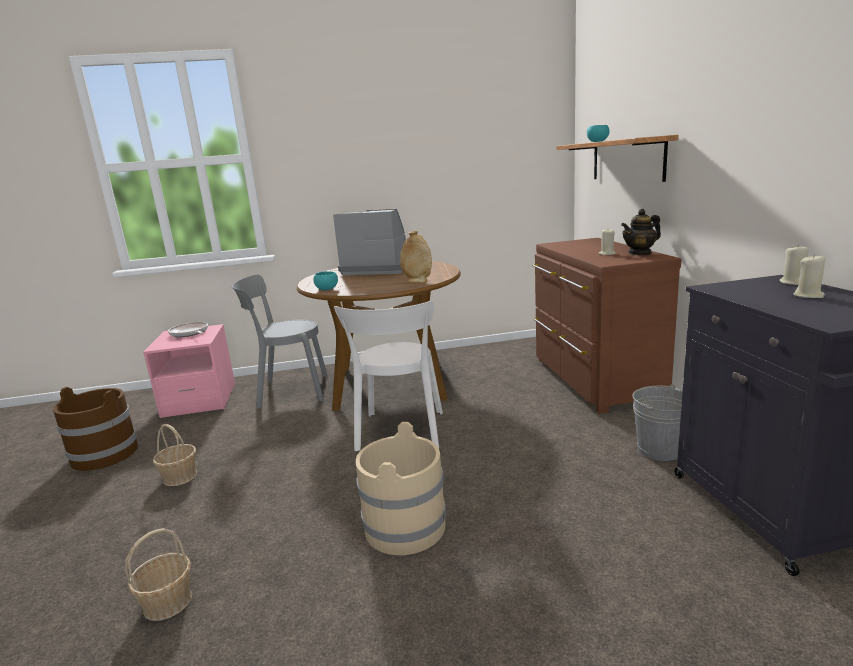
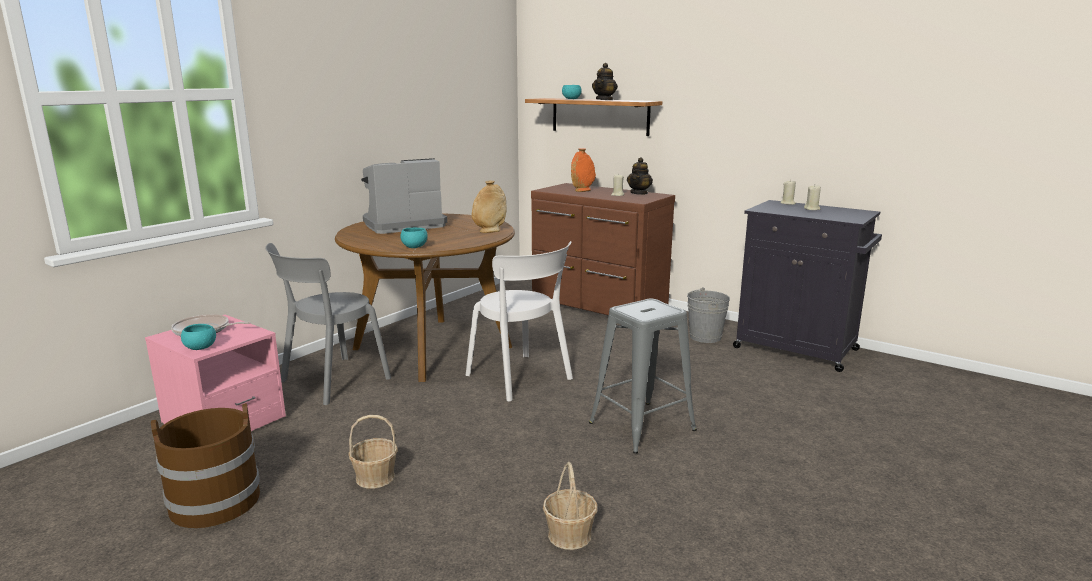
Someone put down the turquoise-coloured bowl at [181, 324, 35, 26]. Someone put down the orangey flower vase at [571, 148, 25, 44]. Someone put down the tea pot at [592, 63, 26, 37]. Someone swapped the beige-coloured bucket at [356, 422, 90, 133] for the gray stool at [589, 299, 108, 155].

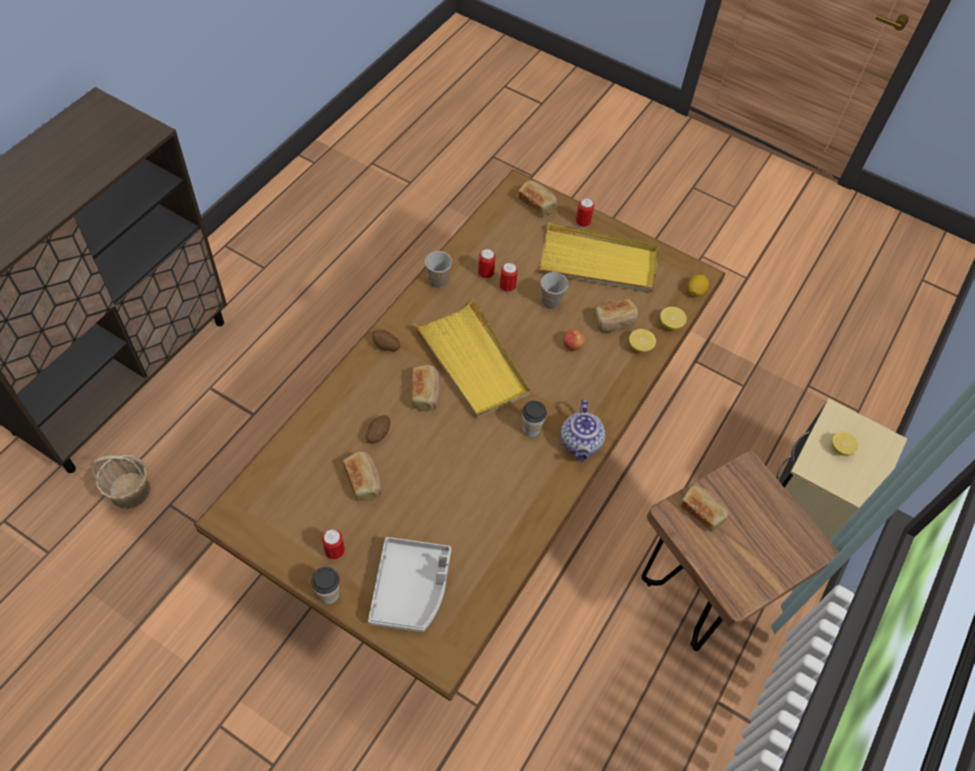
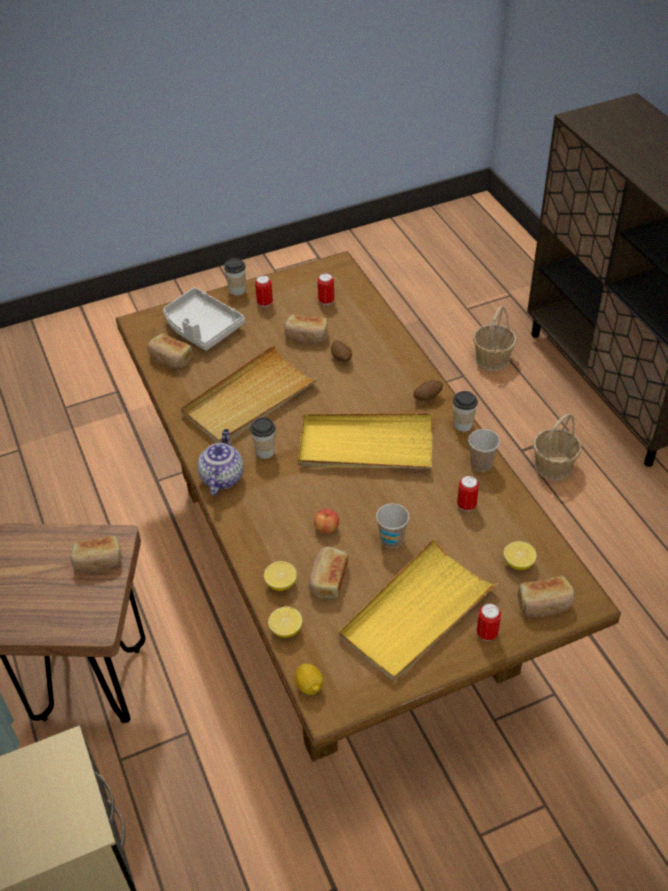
Someone put down the beige-coloured tray at [181, 345, 138, 98]. Someone put down the drinking cup at [453, 391, 25, 41]. Someone put down the basket at [533, 413, 48, 67]. Someone carried the bakery bread from [412, 365, 28, 47] to [147, 334, 46, 34]. Someone carried the can from [500, 263, 18, 30] to [317, 273, 17, 32]. Someone carried the lemon from [832, 432, 27, 24] to [504, 541, 33, 29]. Someone rotated the tea pot at [561, 399, 44, 63] by 60 degrees clockwise.

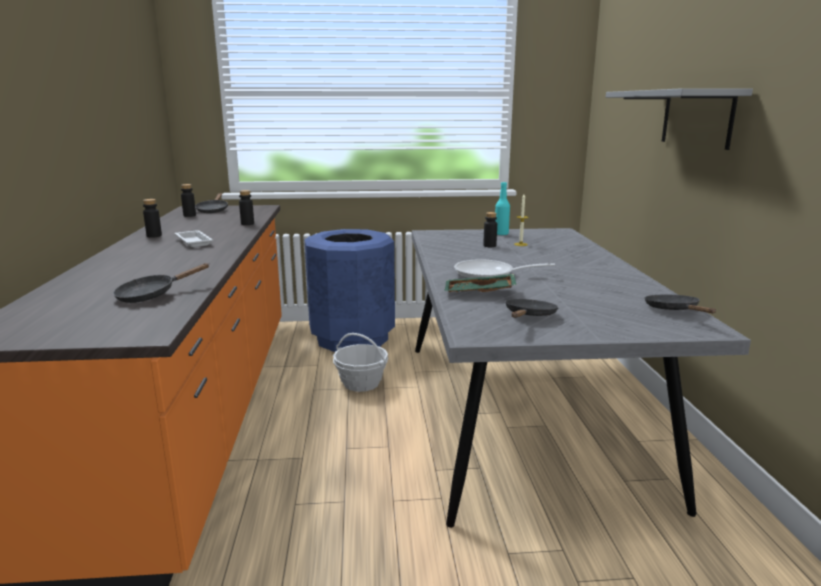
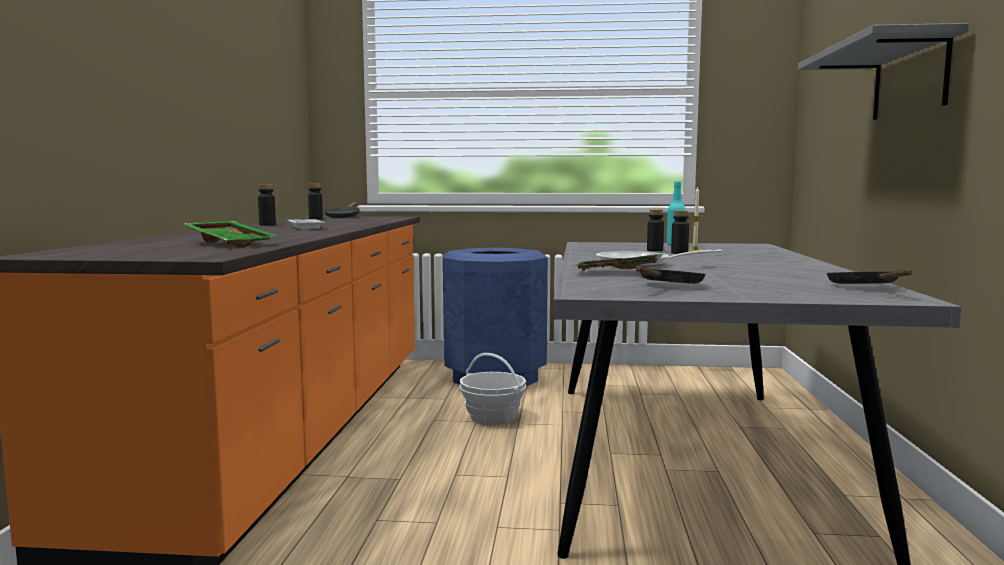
Someone carried the black drink bottle from [239, 190, 15, 35] to [671, 210, 18, 44]. Someone swapped the black frying pan at [113, 263, 96, 40] for the green-coloured tray at [184, 221, 95, 26].

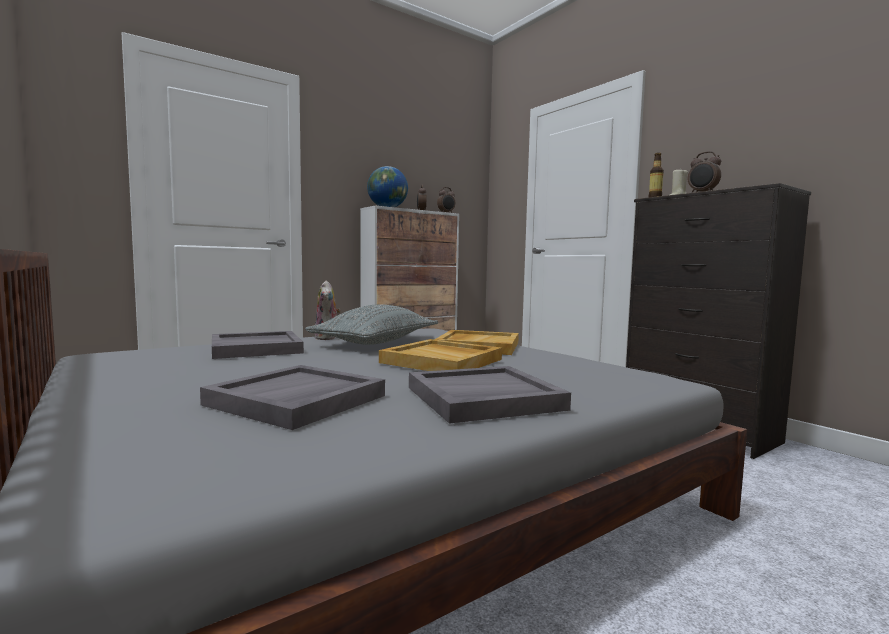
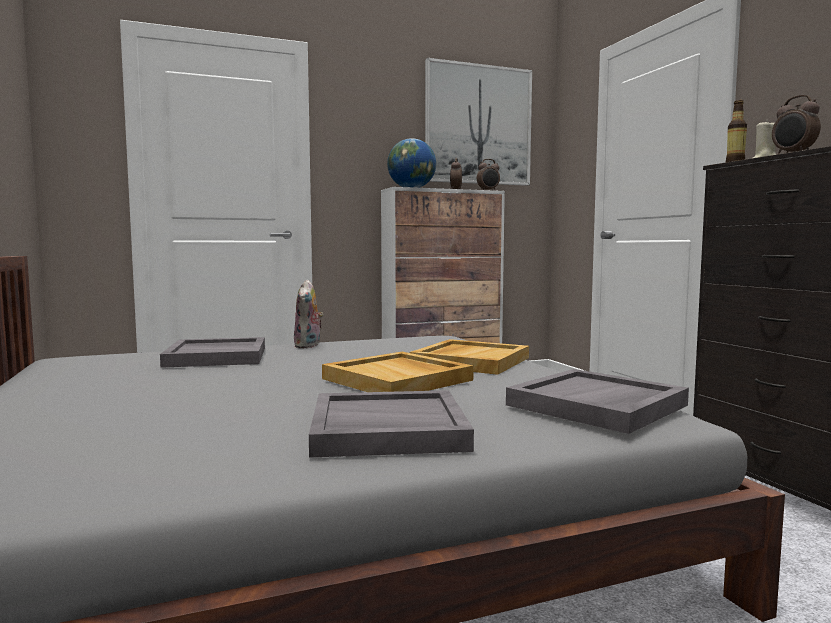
Someone took away the gray cushion at [305, 304, 133, 41]. Someone put up the wall picture at [425, 58, 107, 128]. Someone carried the gray tray from [200, 365, 185, 65] to [506, 369, 183, 65].

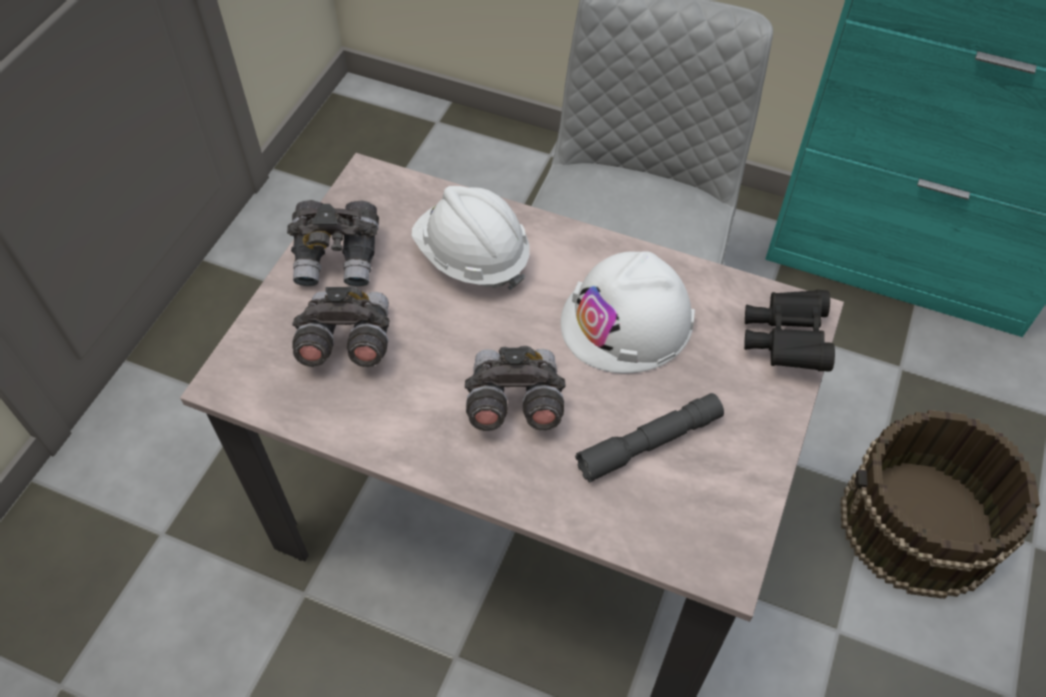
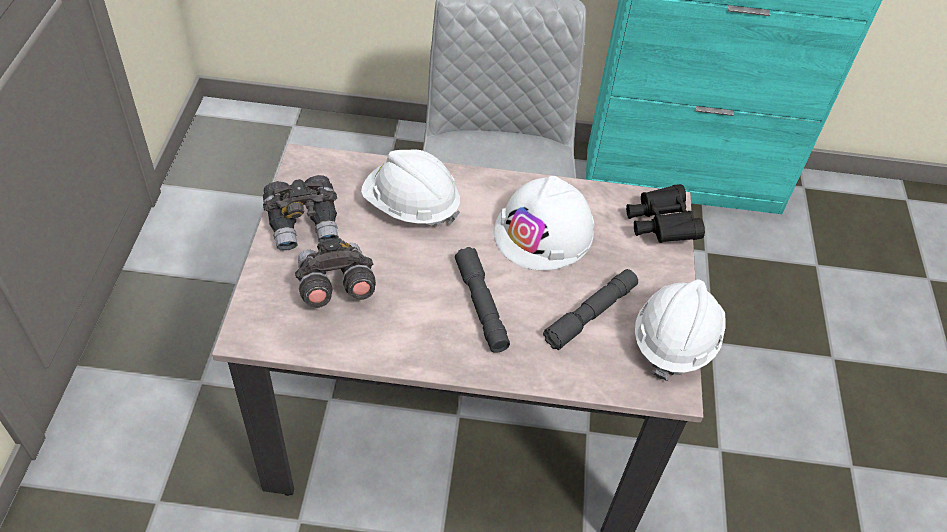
Someone took away the brownish bucket at [840, 410, 200, 189]. Someone put down the whitish safety helmet at [635, 279, 90, 102]. Someone swapped the gray pair of binoculars at [465, 346, 101, 85] for the gray flashlight at [455, 247, 55, 106].

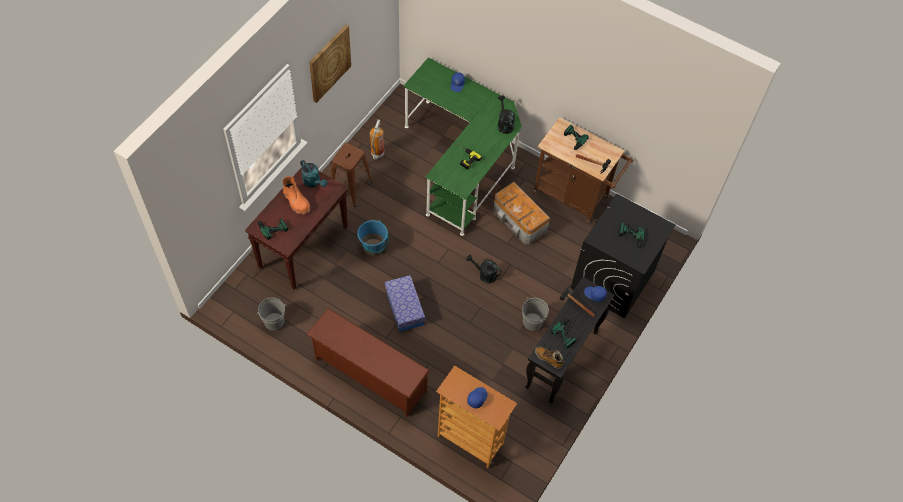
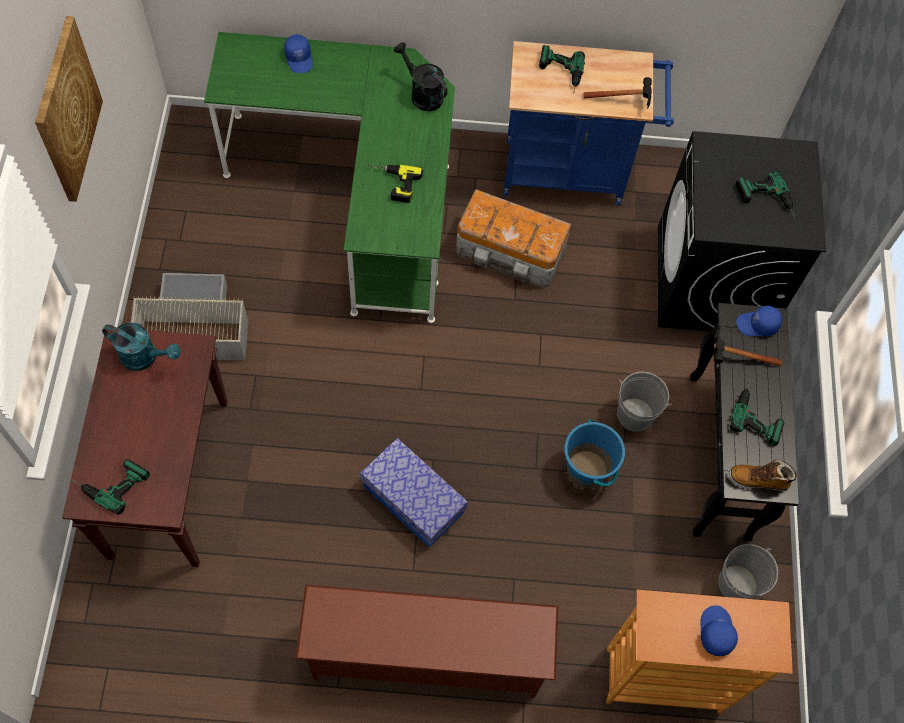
Someone took away the orangey tall boot at [282, 176, 28, 39]. Someone took away the fire-fighting cylinder at [370, 119, 14, 41]. Someone took away the black watering can at [466, 255, 36, 28]. Someone carried the gray bucket from [257, 298, 28, 33] to [718, 544, 60, 55]. Someone carried the blue bucket from [357, 220, 32, 36] to [564, 419, 61, 70]. Someone swapped the brownish stool at [331, 143, 43, 64] for the gray storage container at [131, 273, 117, 87]. Someone repainted the brownish wheeled cart at [533, 117, 100, 107], which became the blue wheeled cart at [504, 41, 170, 165].

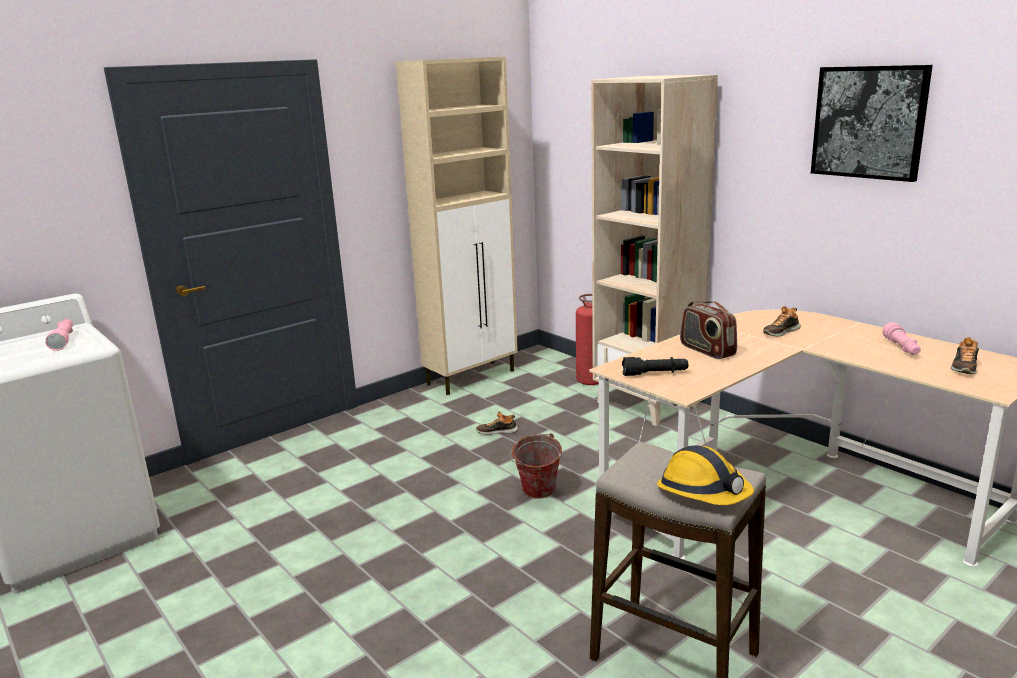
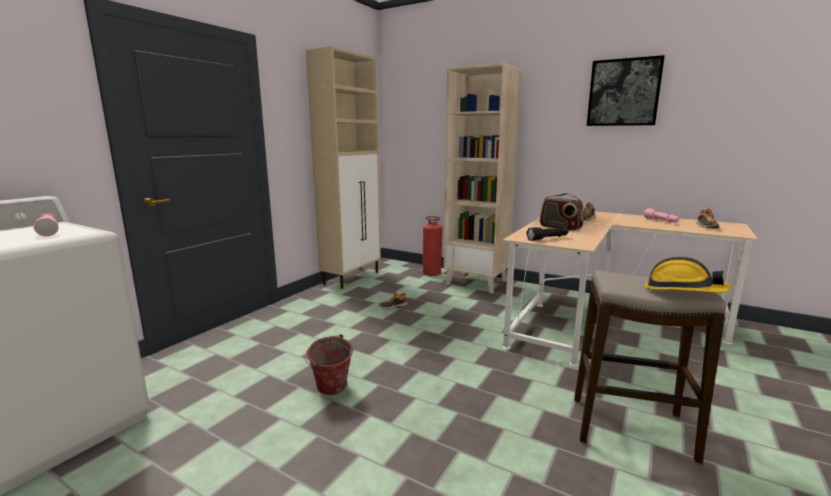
Someone carried the bucket from [510, 433, 52, 66] to [305, 334, 48, 61].

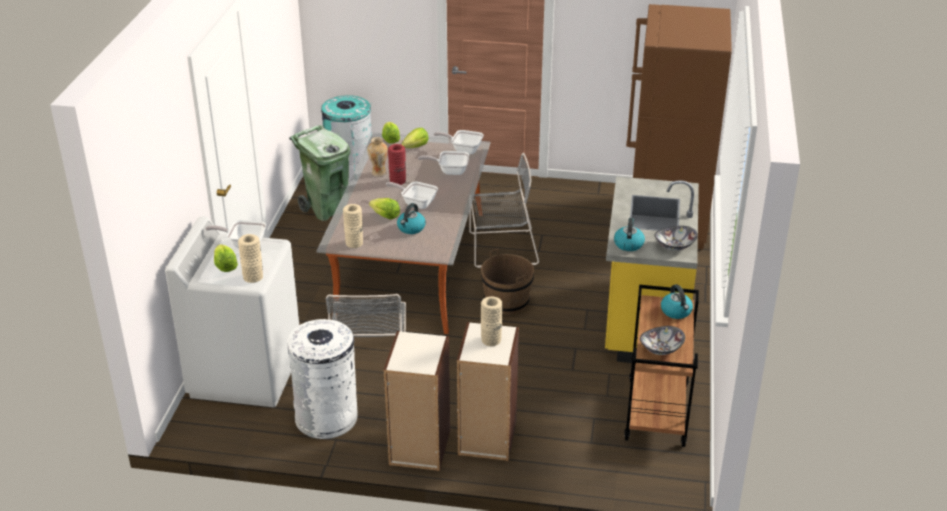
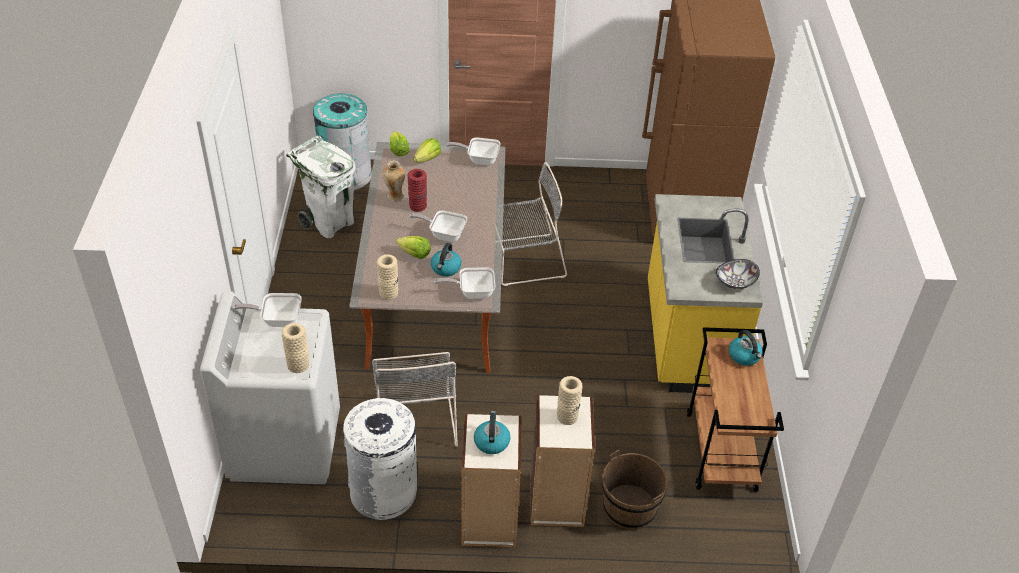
Someone took away the head of lettuce at [214, 244, 24, 28]. Someone took away the bowl at [640, 326, 45, 29]. Someone carried the frying pan from [418, 151, 51, 24] to [434, 267, 61, 32]. Someone carried the brownish bucket from [481, 249, 53, 66] to [602, 450, 65, 80]. Someone carried the water kettle from [614, 218, 31, 33] to [474, 411, 36, 43]. Someone repainted the green-coloured trash can at [289, 125, 61, 96], which became the whitish trash can at [286, 136, 70, 102].

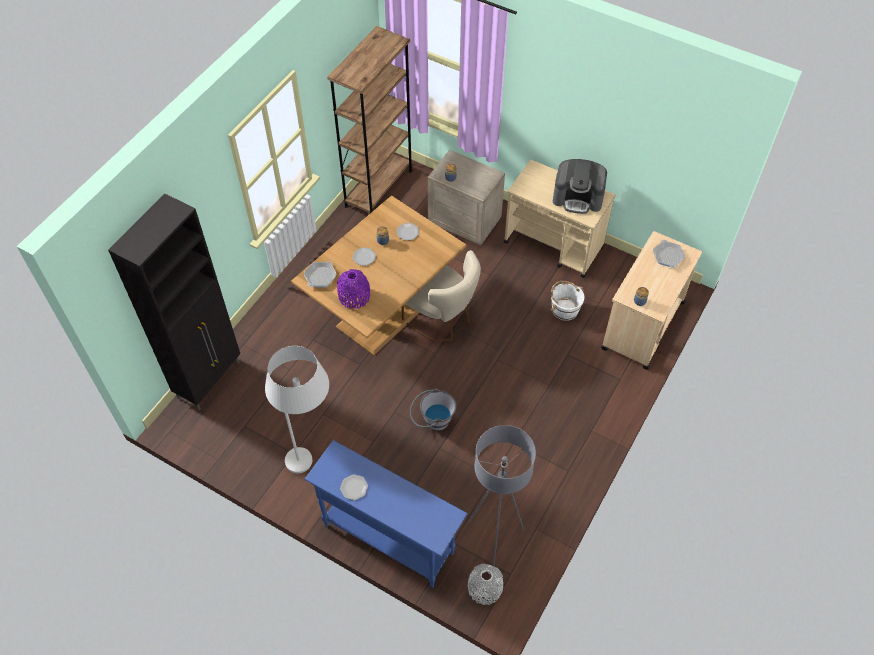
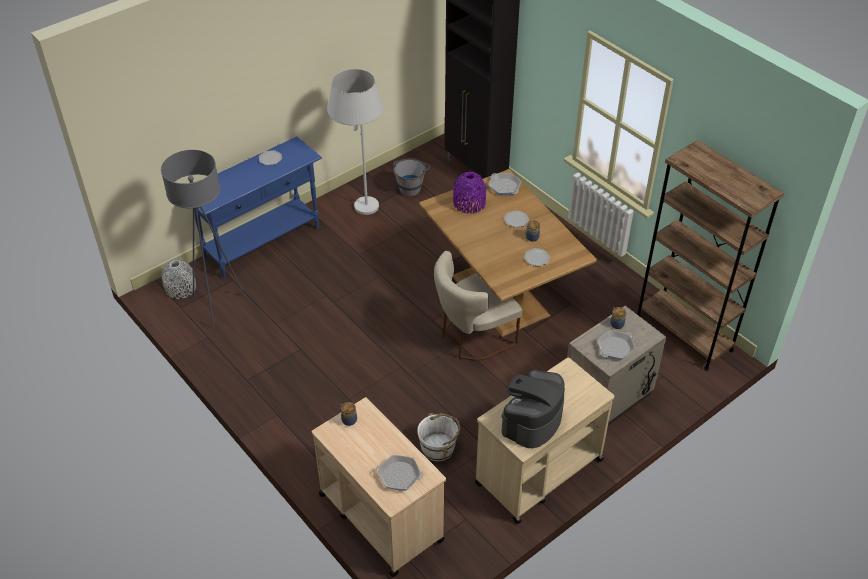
Someone put down the frying pan at [597, 330, 38, 30]. Someone carried the gray bucket from [410, 389, 46, 42] to [393, 158, 37, 38].

